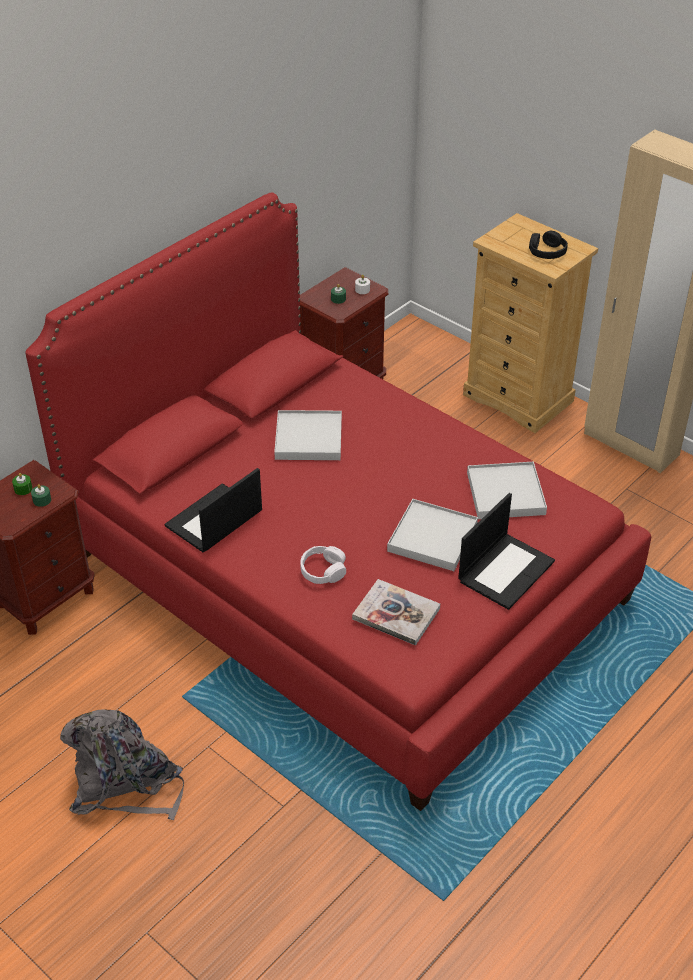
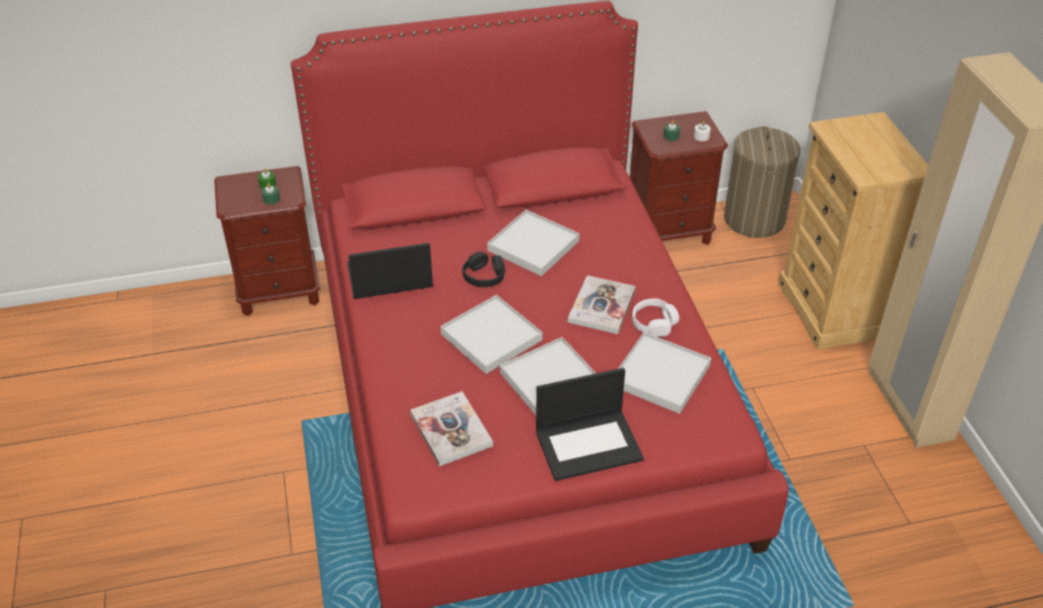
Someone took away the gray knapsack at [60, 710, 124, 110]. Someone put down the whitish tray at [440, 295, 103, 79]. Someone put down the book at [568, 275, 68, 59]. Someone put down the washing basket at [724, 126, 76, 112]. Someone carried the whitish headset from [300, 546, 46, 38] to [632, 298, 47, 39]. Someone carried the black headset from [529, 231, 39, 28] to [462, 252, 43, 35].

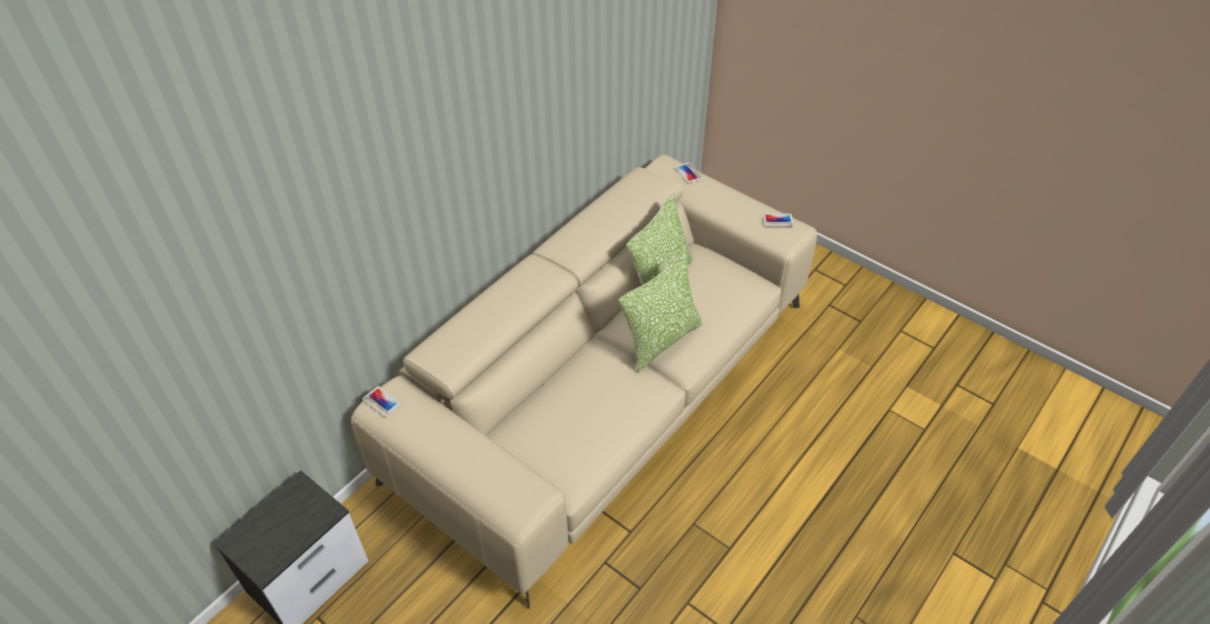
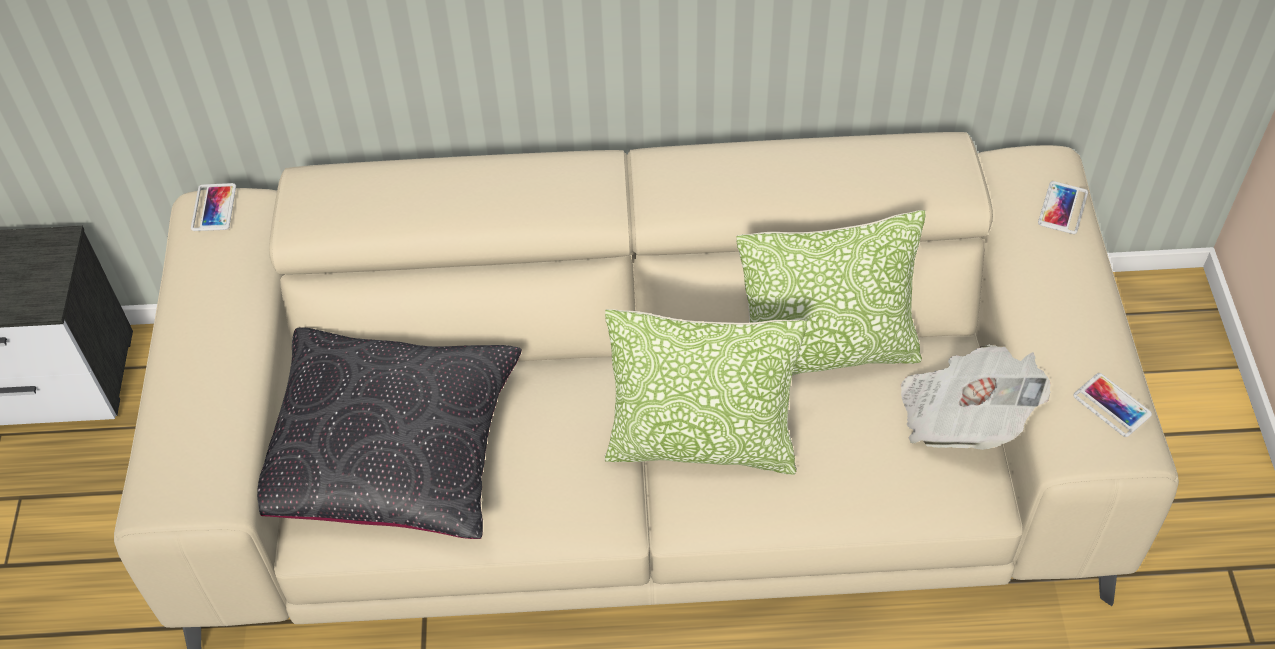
Someone put down the black cushion at [257, 327, 265, 212]. Someone put down the newspaper at [901, 345, 150, 105].

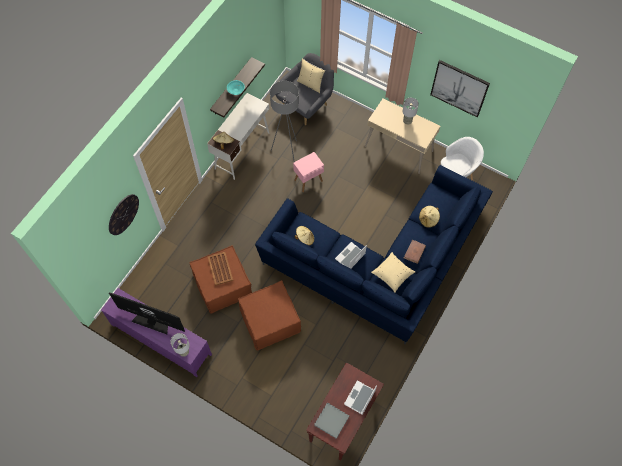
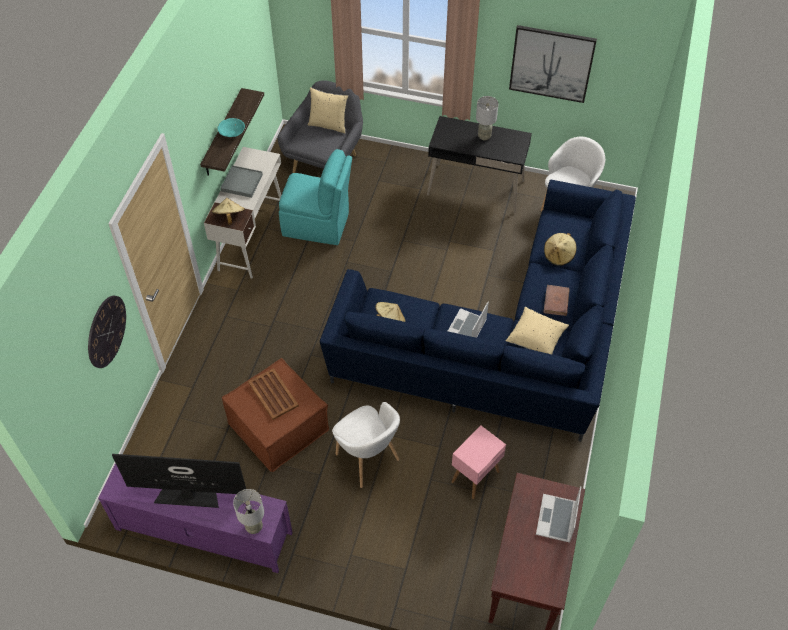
Someone carried the pinkish end table from [293, 152, 31, 40] to [452, 425, 54, 74]. Someone carried the gray tray from [314, 403, 35, 36] to [221, 165, 42, 33]. Someone swapped the brownish pouffe at [238, 280, 63, 71] for the whitish lounge chair at [332, 402, 68, 86]. Someone swapped the gray standing lamp at [270, 81, 29, 81] for the turquoise-coloured plain chair at [279, 149, 73, 96]. Someone repainted the beige-coloured desk at [365, 98, 75, 76], which became the black desk at [427, 116, 105, 97].

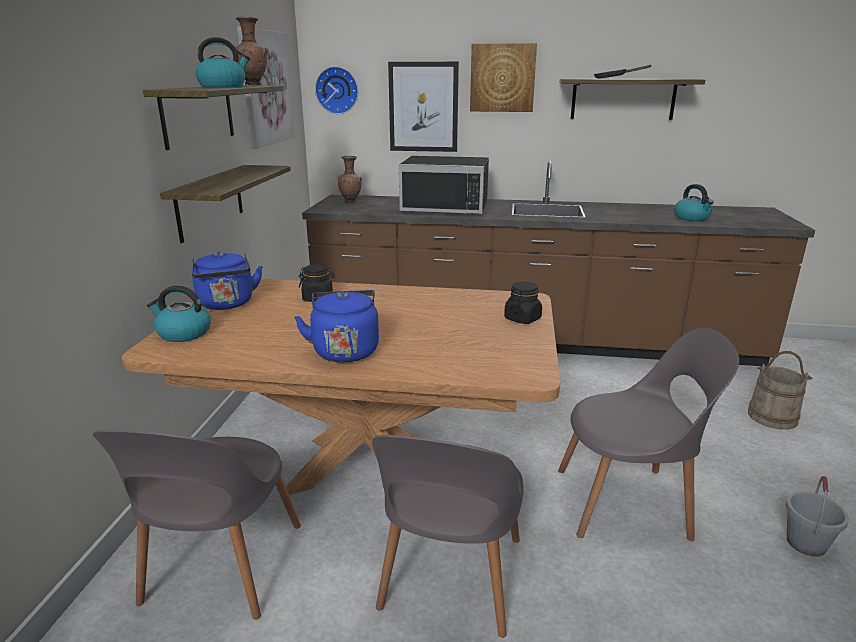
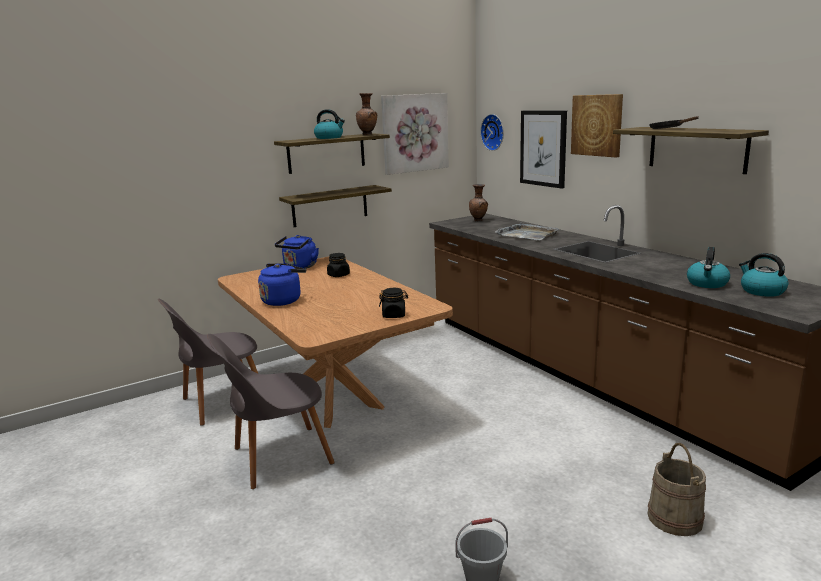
Someone took away the gray plain chair at [558, 328, 181, 213]. Someone carried the water kettle from [147, 286, 64, 56] to [739, 253, 49, 44]. Someone swapped the black microwave at [399, 156, 90, 59] for the gray tray at [495, 223, 64, 17].

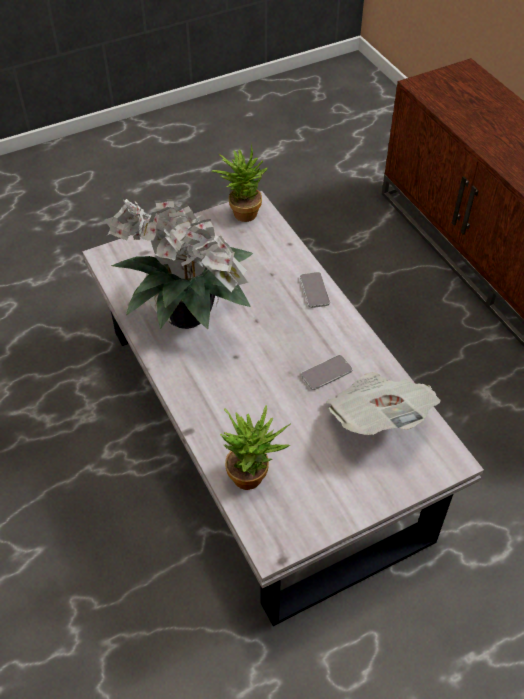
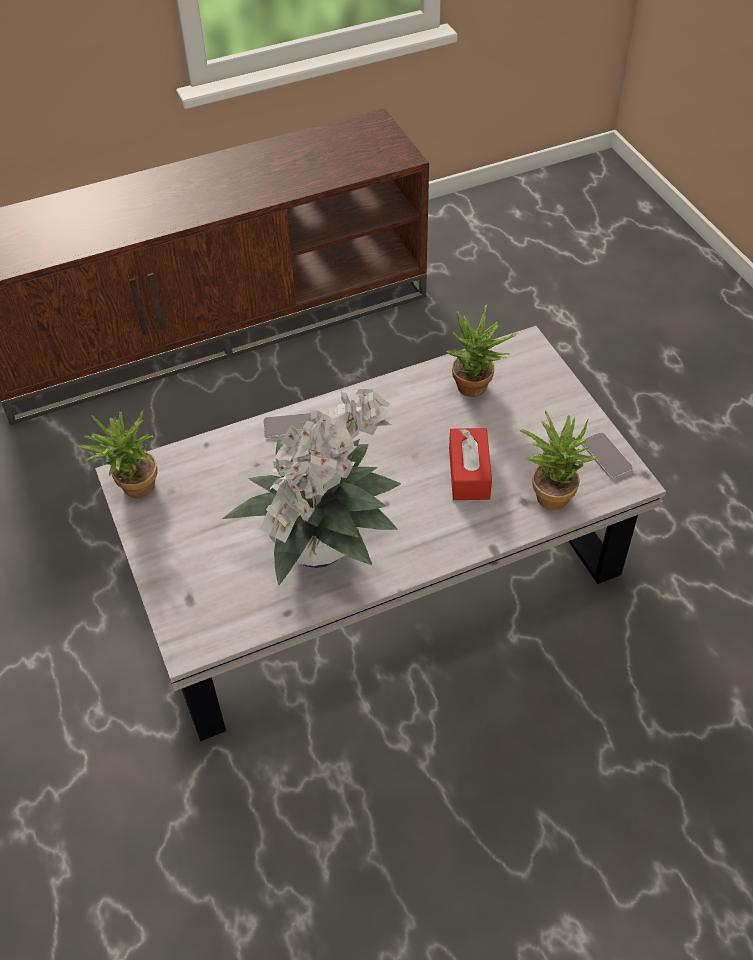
Someone put down the red tissue box at [449, 428, 43, 72]. Someone carried the telephone from [301, 355, 52, 35] to [582, 432, 51, 47]. Someone swapped the newspaper at [326, 372, 115, 63] for the potted plant at [446, 305, 71, 92].

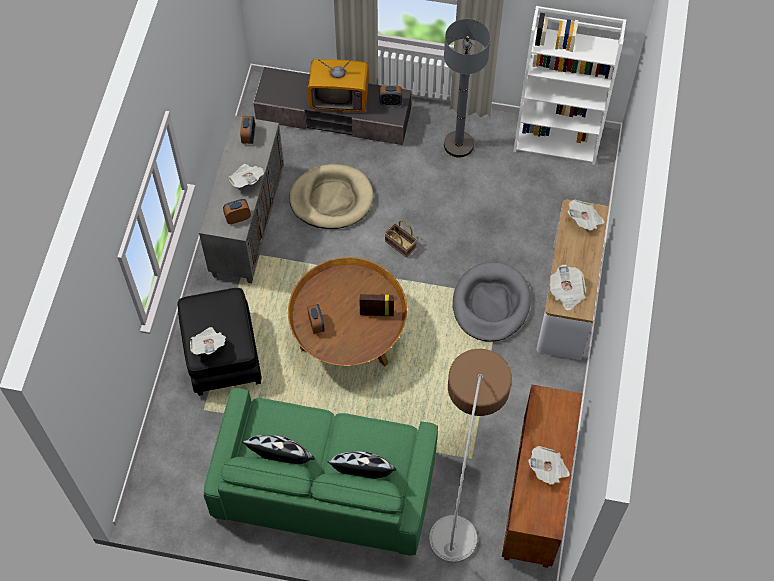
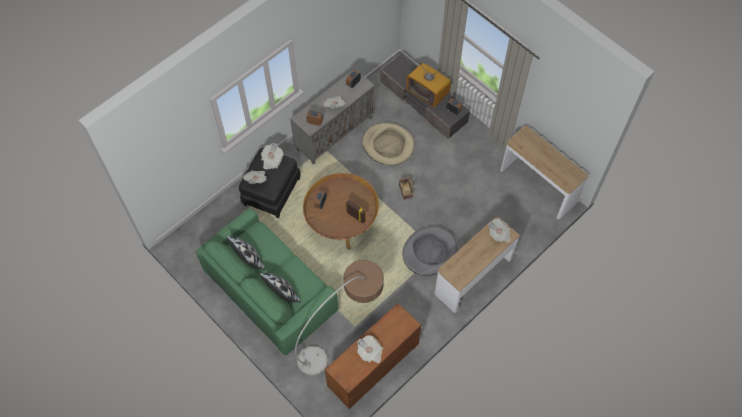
Someone took away the gray standing lamp at [444, 19, 46, 139]. Someone carried the newspaper from [550, 264, 36, 47] to [261, 143, 22, 26]. Someone swapped the whitish bookcase at [513, 6, 113, 159] for the console table at [500, 125, 89, 94].

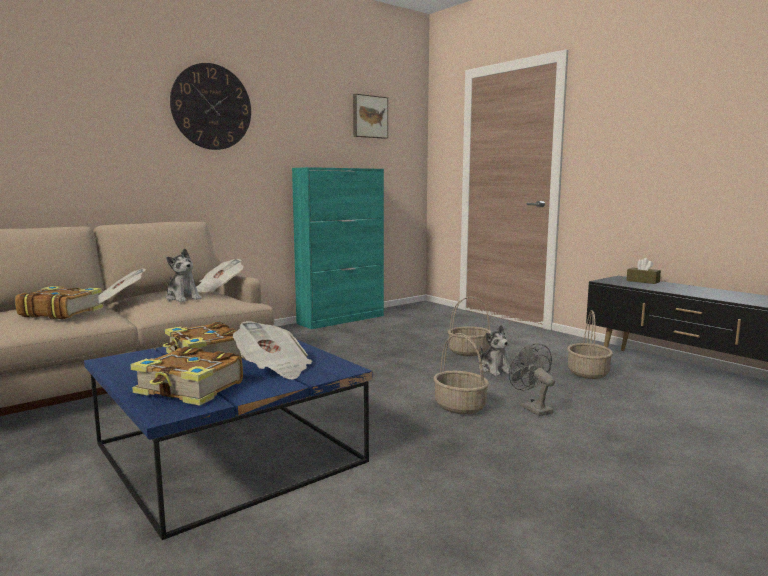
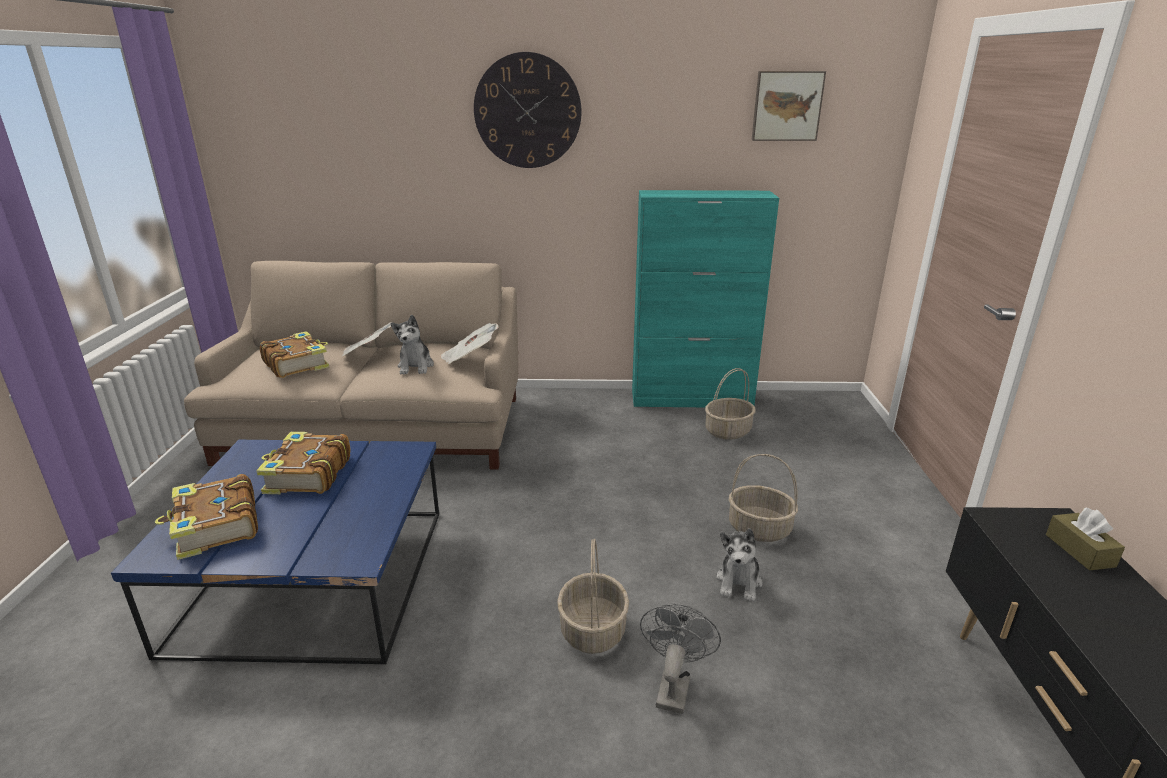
Someone took away the newspaper at [233, 321, 79, 59]. Someone carried the basket from [567, 310, 46, 69] to [705, 368, 50, 72].

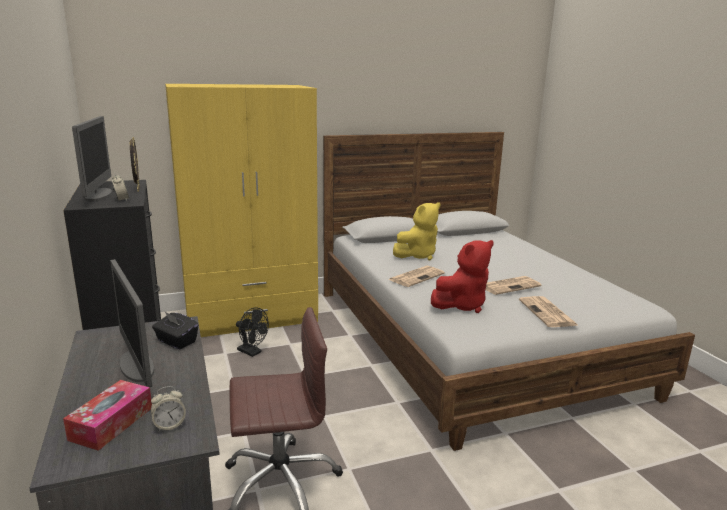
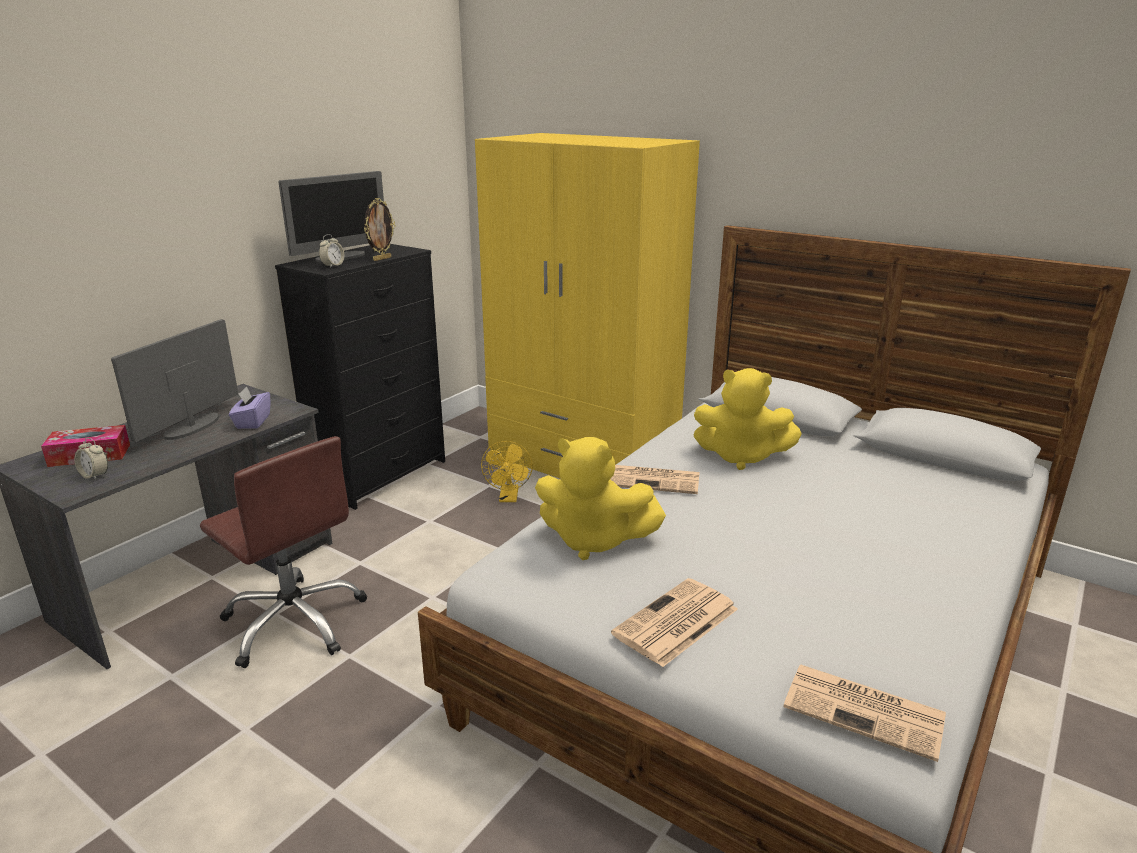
Someone carried the newspaper from [485, 276, 57, 19] to [783, 664, 163, 98]. Someone repainted the black tissue box at [152, 312, 46, 37], which became the purple-coloured tissue box at [229, 386, 41, 43]. Someone repainted the black fan at [236, 308, 33, 49], which became the yellowish fan at [481, 441, 52, 61]. Someone repainted the red cuddly toy at [431, 240, 63, 73], which became the yellowish cuddly toy at [535, 437, 131, 123].

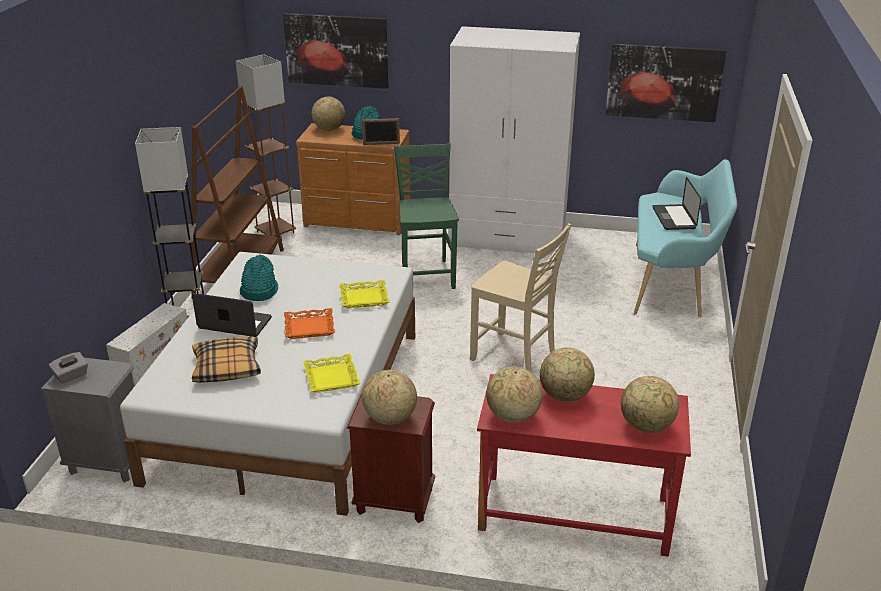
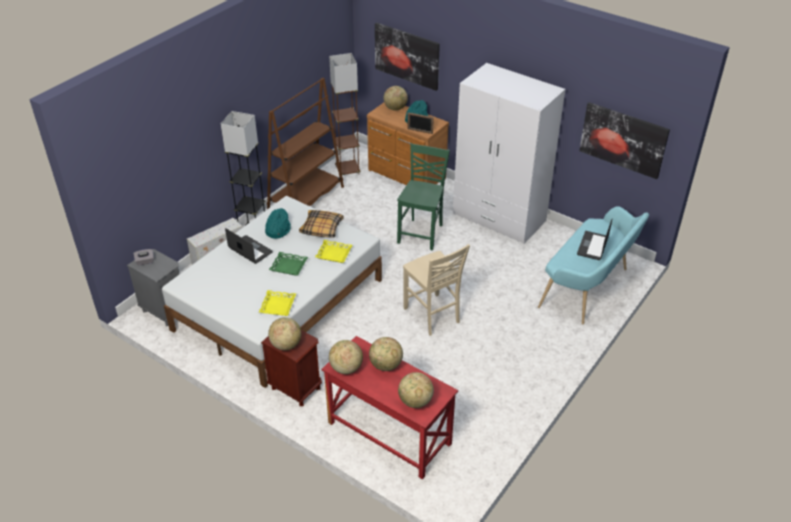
Someone carried the cushion from [192, 337, 69, 46] to [299, 210, 45, 28]. Someone repainted the orangey tray at [284, 308, 51, 31], which became the green-coloured tray at [269, 252, 39, 24].

